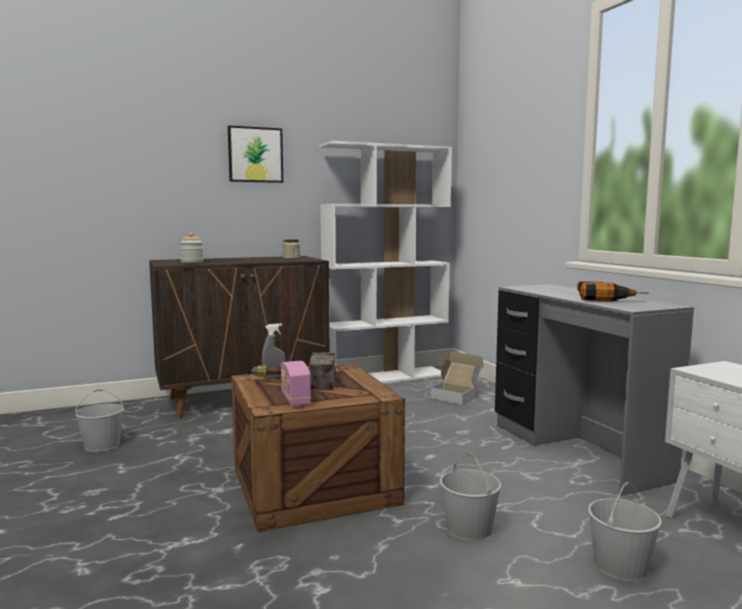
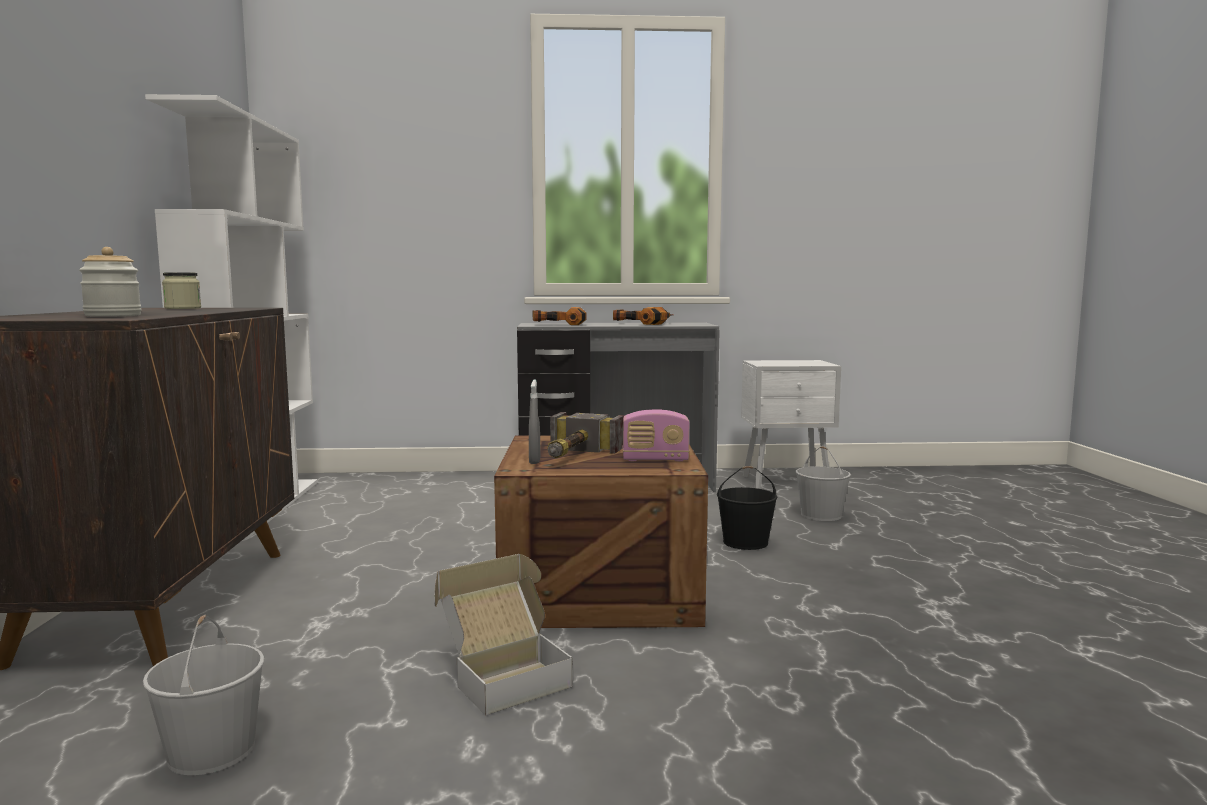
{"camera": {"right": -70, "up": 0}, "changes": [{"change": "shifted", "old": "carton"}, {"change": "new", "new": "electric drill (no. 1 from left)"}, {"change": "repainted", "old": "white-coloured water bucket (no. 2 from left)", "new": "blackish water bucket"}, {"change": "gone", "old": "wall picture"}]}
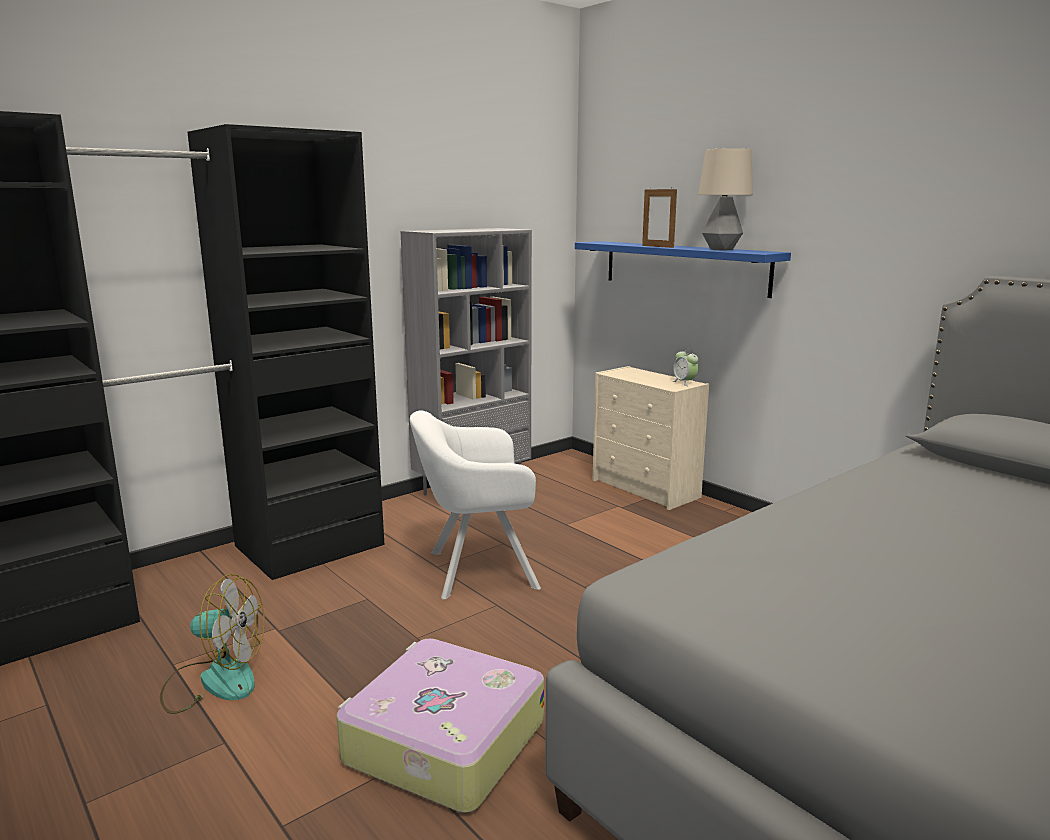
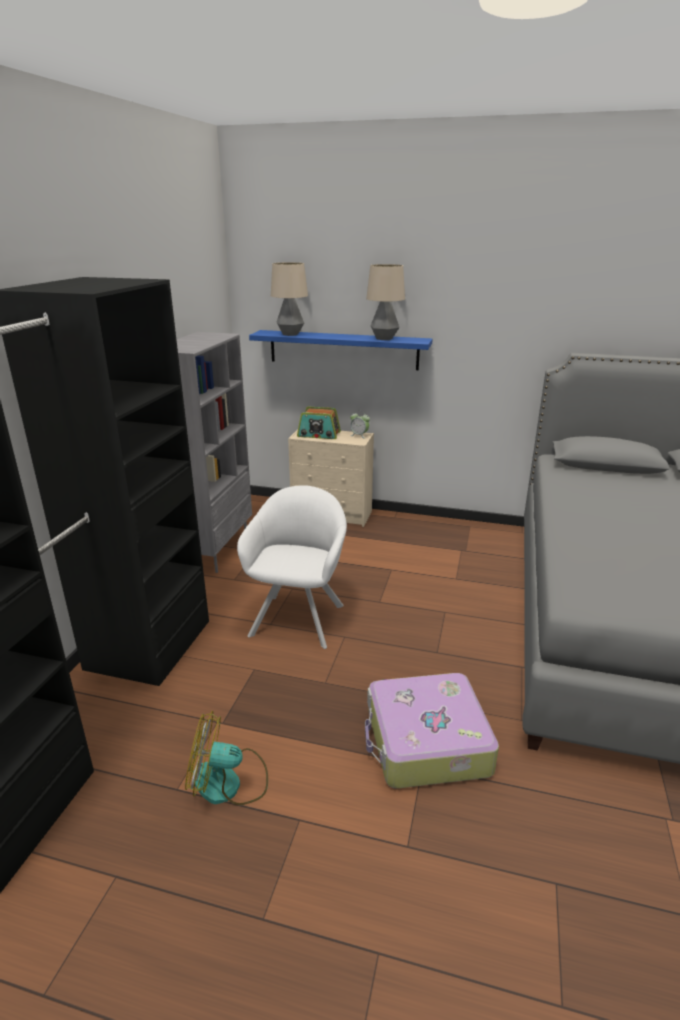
{"camera": {"right": -35, "up": 10}, "changes": [{"change": "rotated", "old": "electric fan", "degrees": -150}, {"change": "rotated", "old": "white-coloured armchair", "degrees": 150}, {"change": "new", "new": "lamp for a table (no. 1 from left)"}, {"change": "new", "new": "radio"}, {"change": "gone", "old": "photo frame"}]}
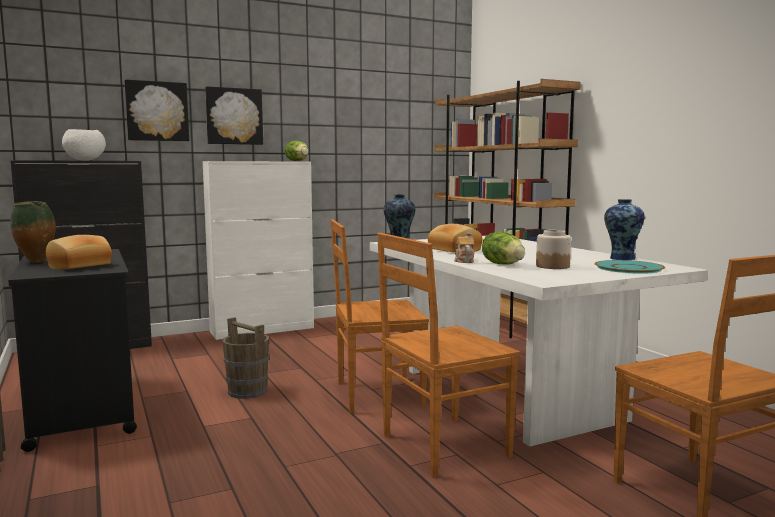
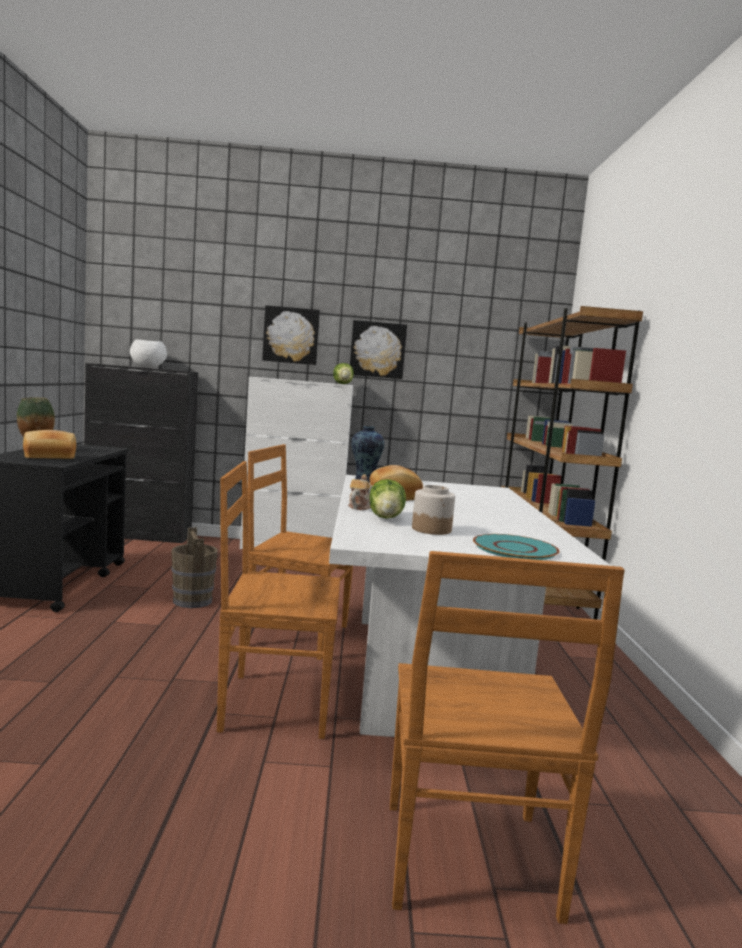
{"camera": {"right": 25, "up": 0}, "changes": [{"change": "shifted", "old": "wall picture (no. 1 from left in the first image)", "new": "wall picture (no. 2 from left)"}, {"change": "gone", "old": "decorative vase (no. 3 from left)"}]}
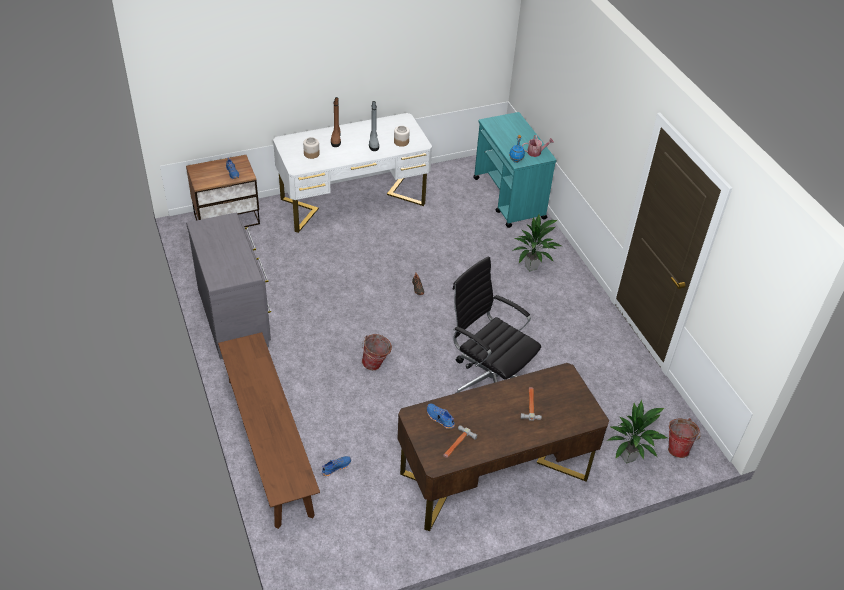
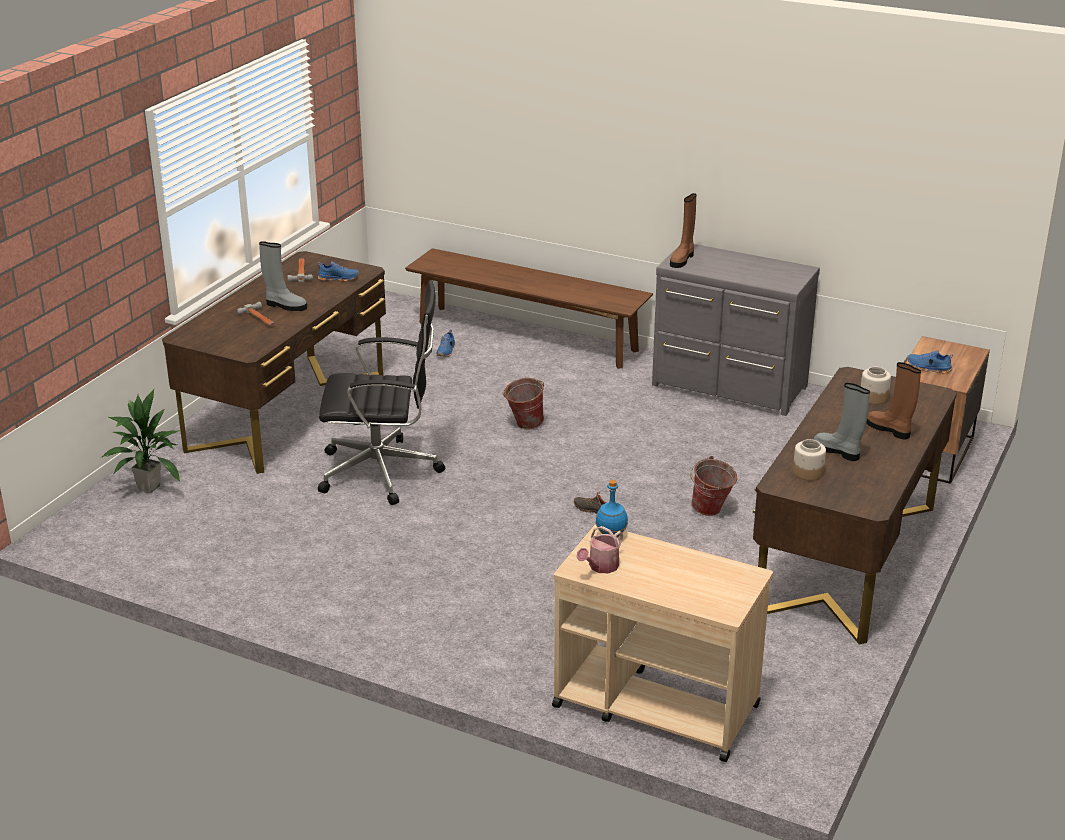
{"camera": {"right": 140, "up": -15}, "changes": [{"change": "new", "new": "grey high-top boot (no. 1 from left)"}, {"change": "repainted", "old": "turquoise-coloured cart", "new": "beige-coloured cart"}, {"change": "new", "new": "brown high-top boot (no. 1 from left)"}, {"change": "shifted", "old": "water bucket (no. 2 from left)"}, {"change": "repainted", "old": "white-coloured desk table", "new": "brown desk table (no. 2 from left)"}, {"change": "gone", "old": "potted plant (no. 1 from left)"}]}
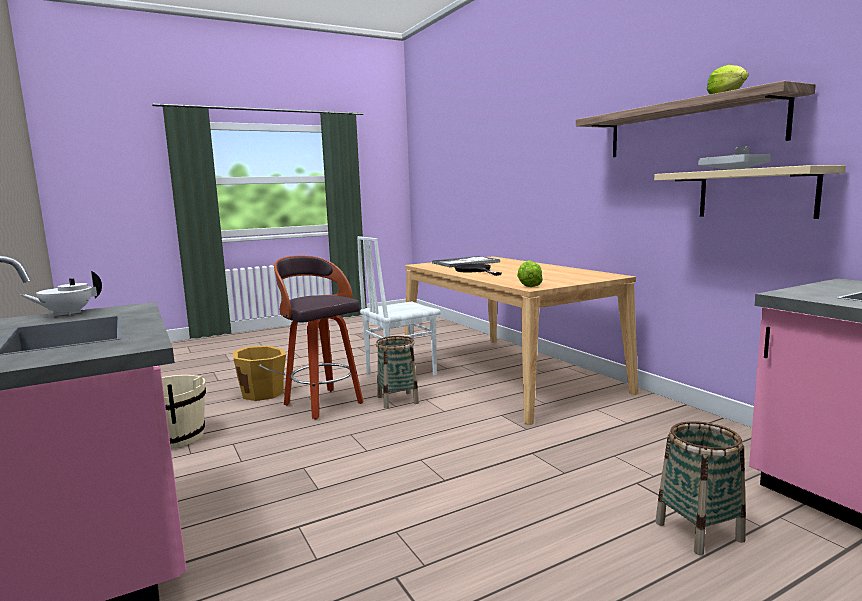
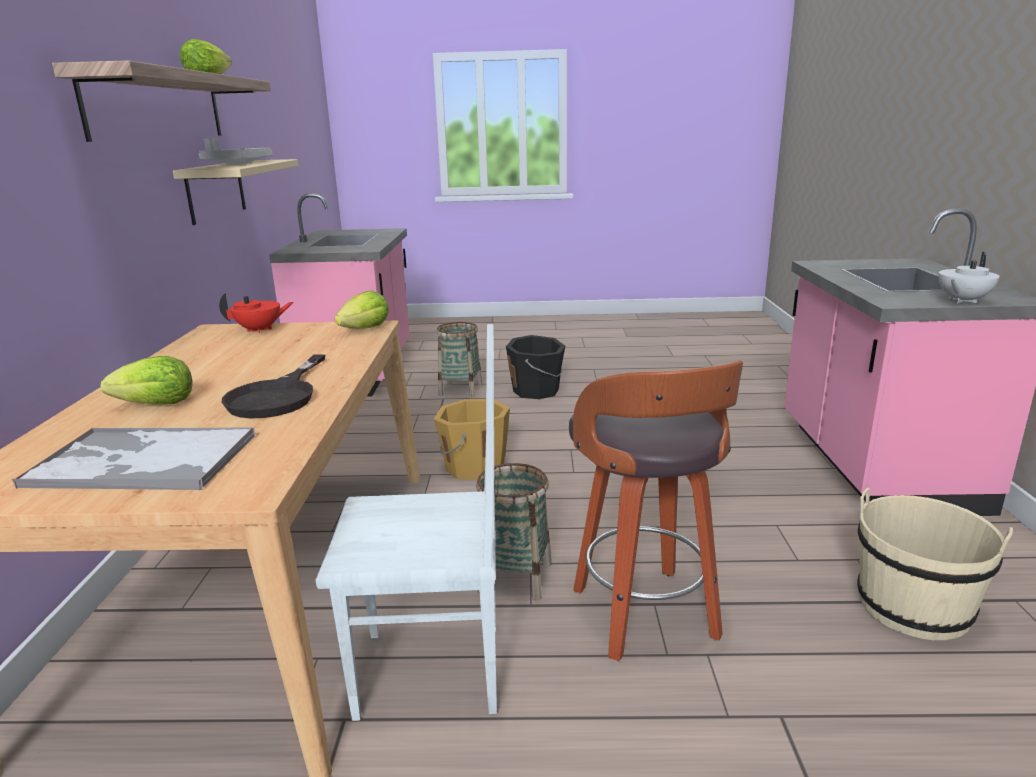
{"camera": {"right": -150, "up": 10}, "changes": [{"change": "new", "new": "head of lettuce (no. 1 from left)"}, {"change": "new", "new": "red pot for tea"}, {"change": "shifted", "old": "orangey water bucket"}, {"change": "new", "new": "blackish water bucket"}, {"change": "rotated", "old": "white-coloured pot for tea", "degrees": 150}]}
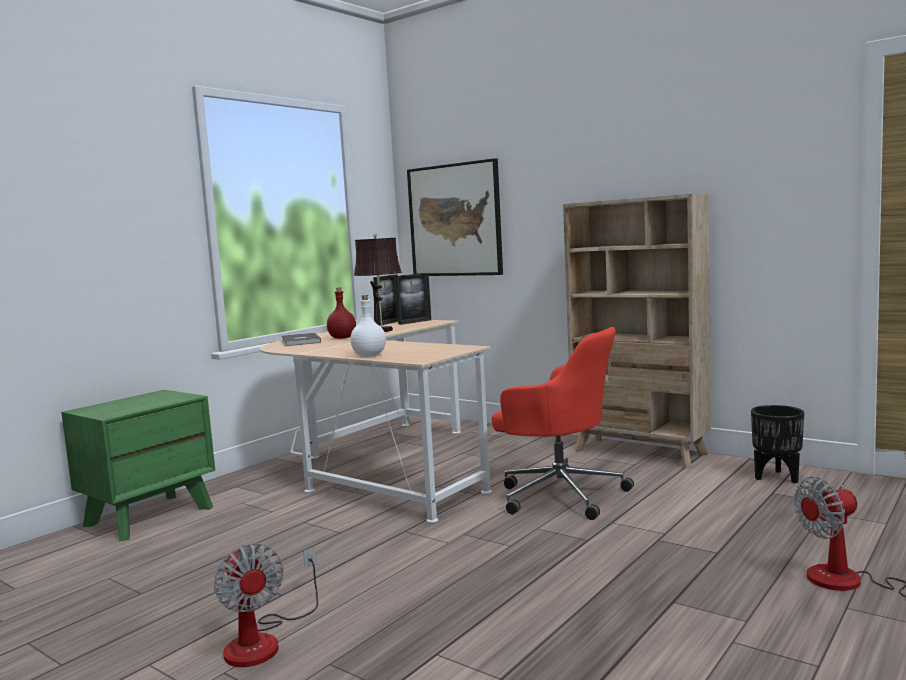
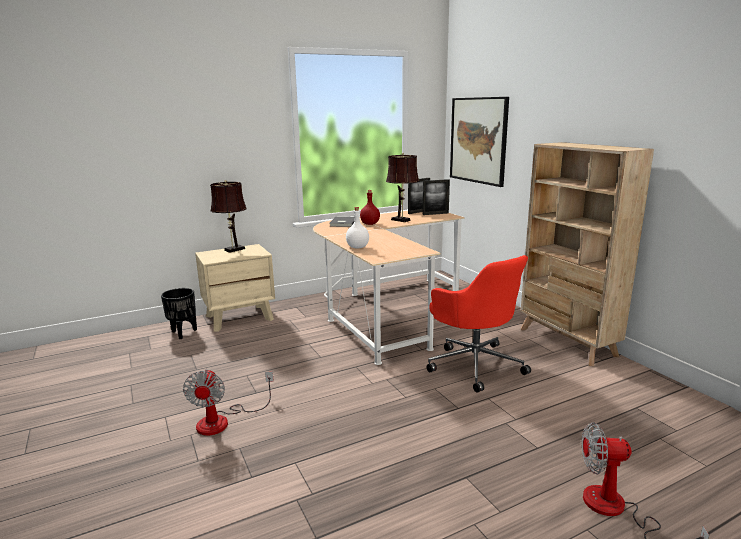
{"camera": {"right": 25, "up": 10}, "changes": [{"change": "shifted", "old": "blackish flower pot"}, {"change": "repainted", "old": "green-coloured bedside table", "new": "beige-coloured bedside table"}, {"change": "new", "new": "brown lamp for a table (no. 1 from left)"}]}
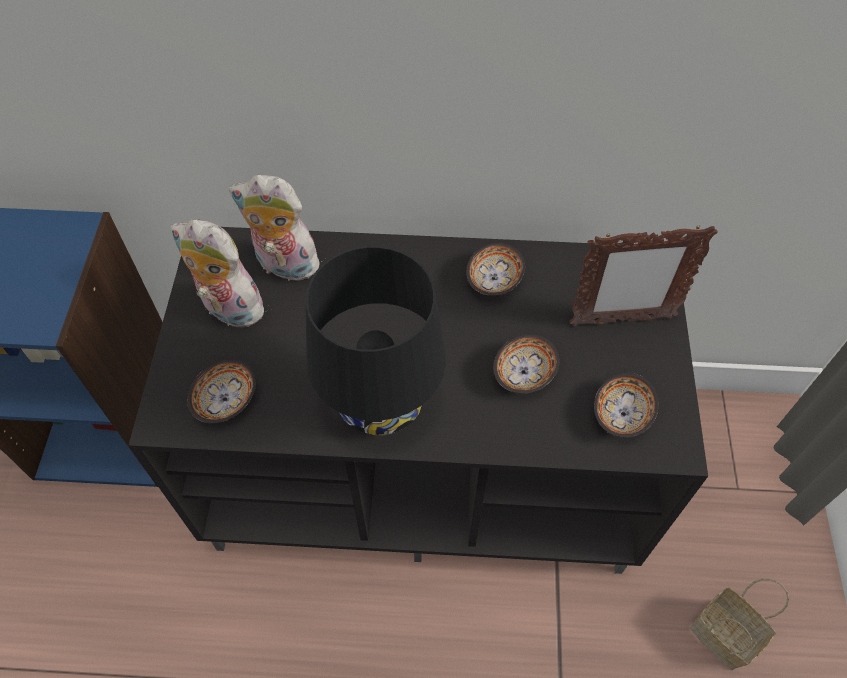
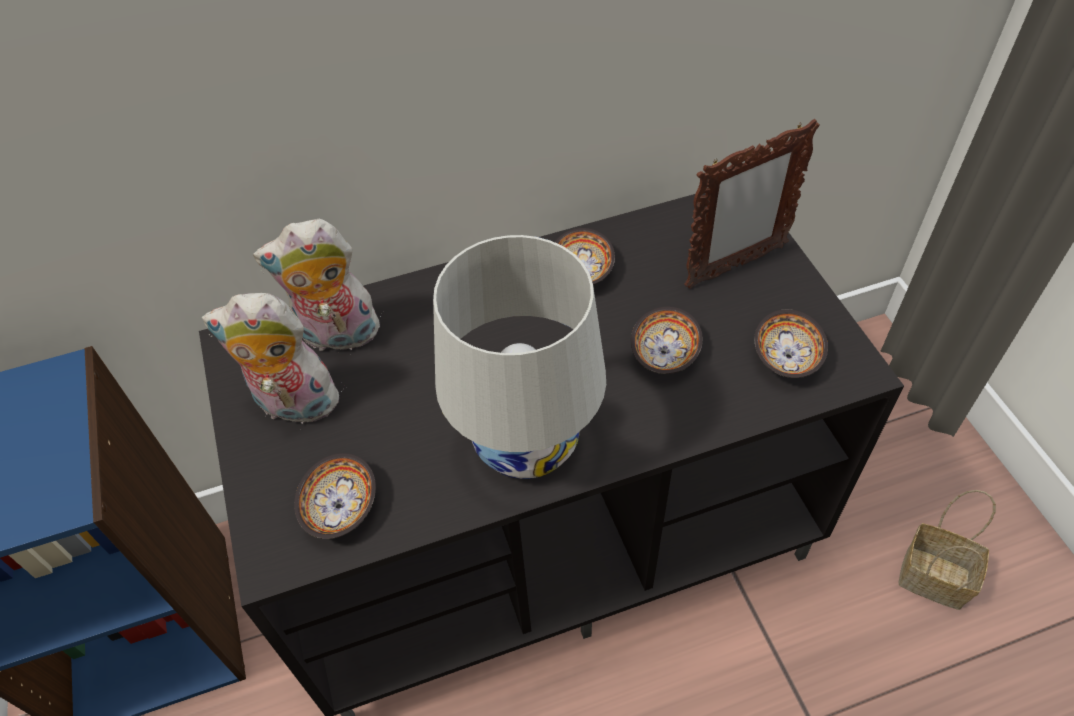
{"camera": {"right": -20, "up": -5}, "changes": [{"change": "repainted", "old": "blackish lamp for a table", "new": "white-coloured lamp for a table"}]}
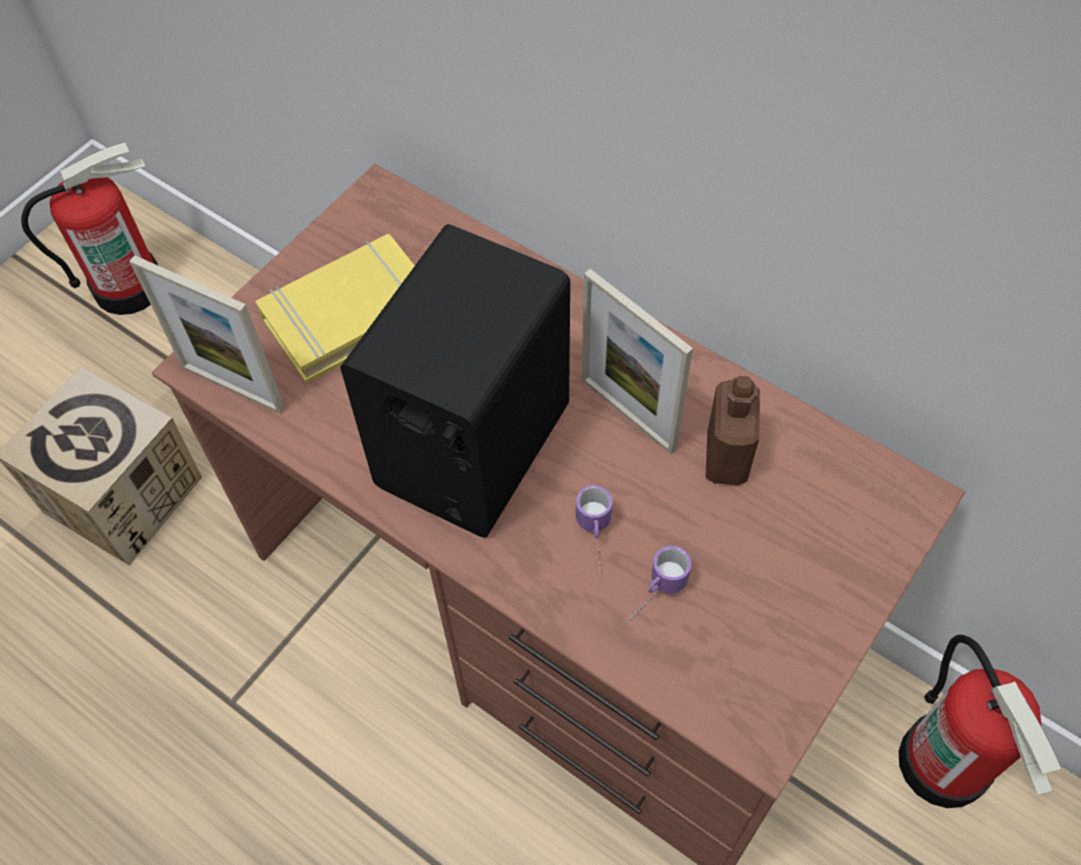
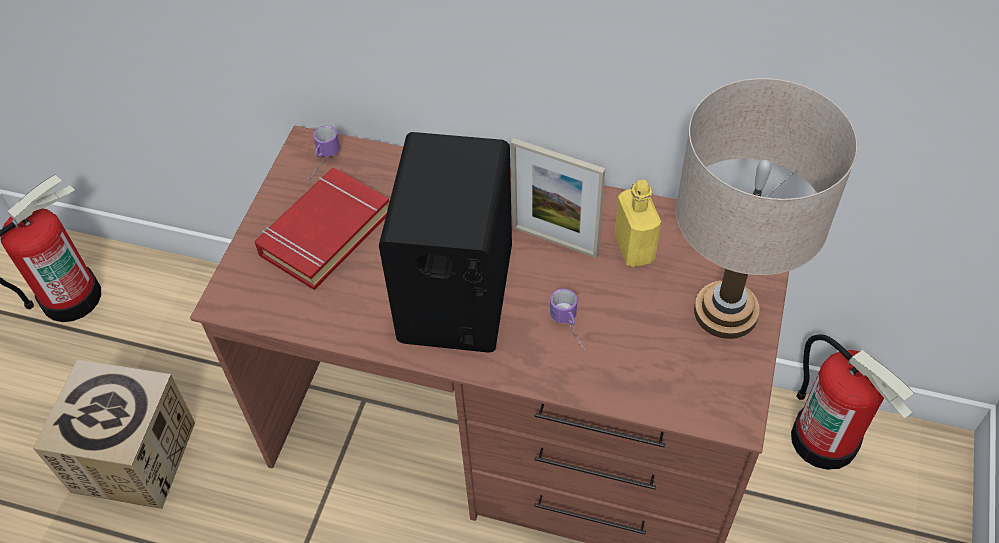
{"camera": {"right": -20, "up": -5}, "changes": [{"change": "repainted", "old": "yellow volume", "new": "red volume"}, {"change": "shifted", "old": "tea mug (no. 2 from left in the first image)", "new": "tea mug (no. 1 from left)"}, {"change": "repainted", "old": "brown bottle", "new": "yellow bottle"}, {"change": "new", "new": "beige-coloured lamp for a table"}, {"change": "gone", "old": "photo frame (no. 1 from left)"}]}
